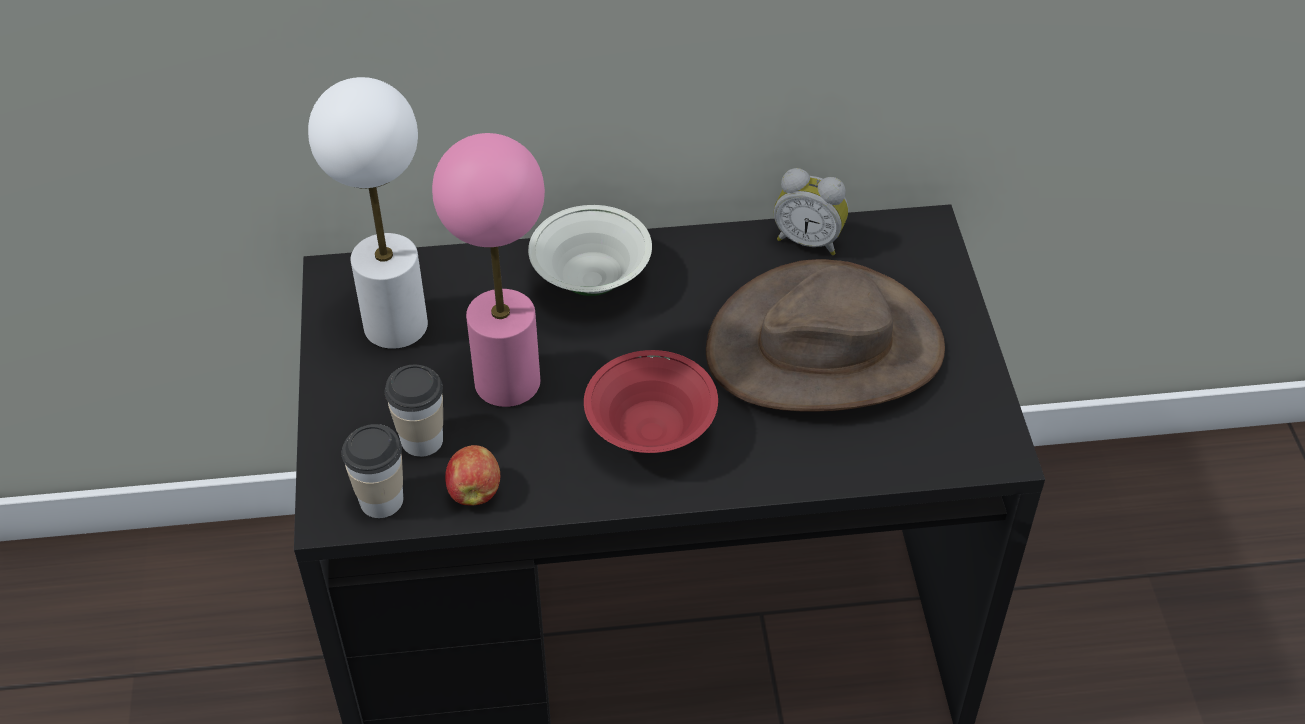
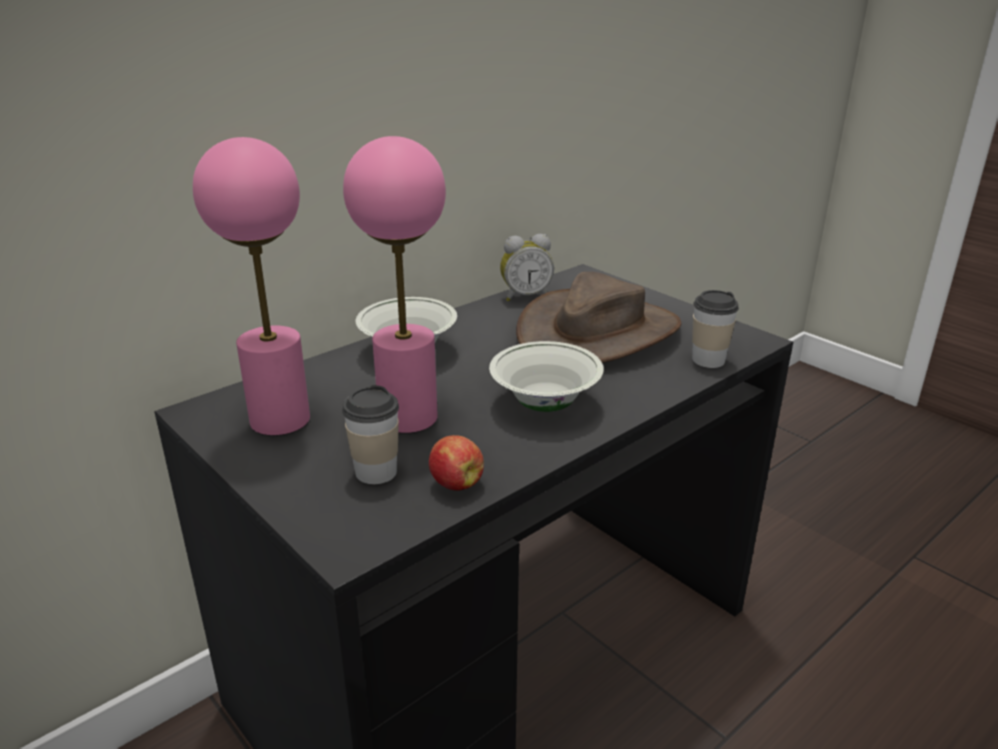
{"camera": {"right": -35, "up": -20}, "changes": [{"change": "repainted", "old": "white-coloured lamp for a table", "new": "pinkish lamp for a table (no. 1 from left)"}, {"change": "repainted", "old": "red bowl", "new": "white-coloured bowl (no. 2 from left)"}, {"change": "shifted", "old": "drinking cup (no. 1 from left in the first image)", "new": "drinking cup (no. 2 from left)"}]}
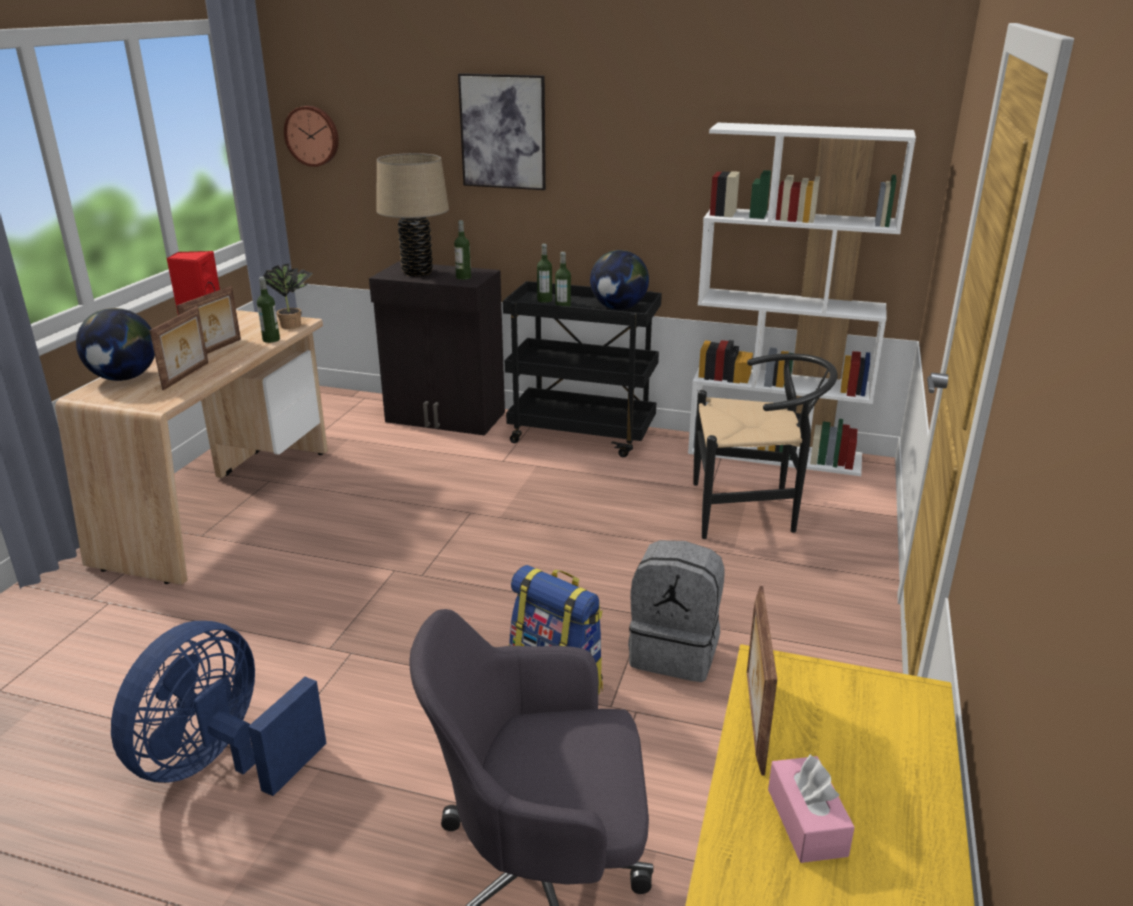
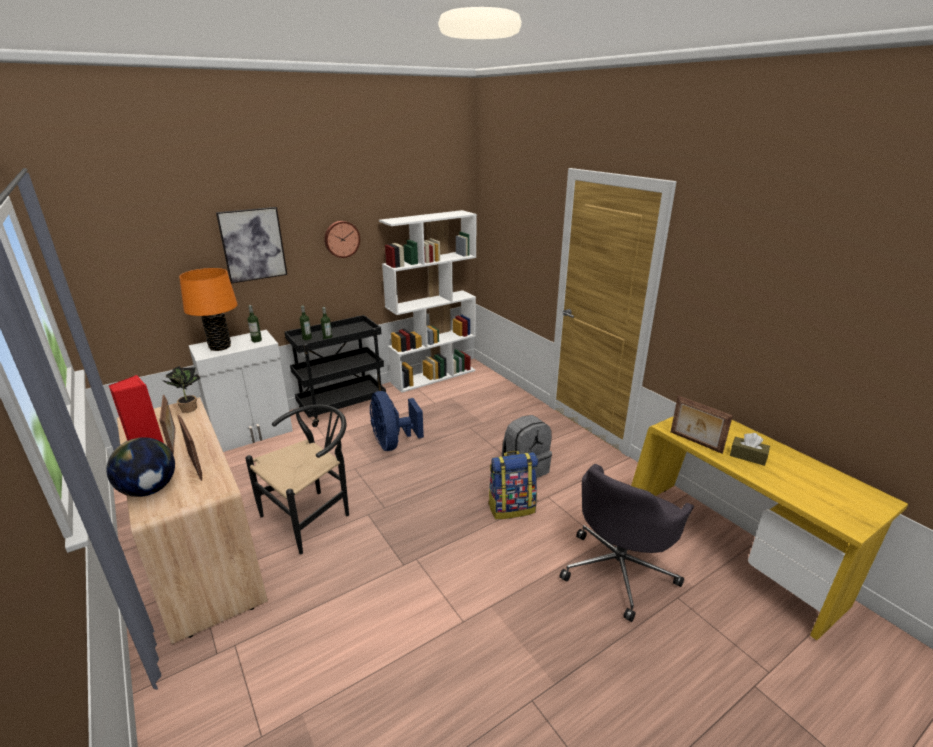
{"camera": {"right": -50, "up": 0}, "changes": [{"change": "repainted", "old": "beige-coloured lamp for a table", "new": "orangey lamp for a table"}, {"change": "repainted", "old": "blackish cabinet", "new": "white-coloured cabinet"}, {"change": "shifted", "old": "blackish chair"}, {"change": "shifted", "old": "hanging clock"}, {"change": "shifted", "old": "blue-coloured electric fan"}, {"change": "repainted", "old": "pinkish tissue holder", "new": "brown tissue holder"}, {"change": "gone", "old": "bottle (no. 1 from left)"}, {"change": "gone", "old": "desk globe (no. 2 from left)"}]}
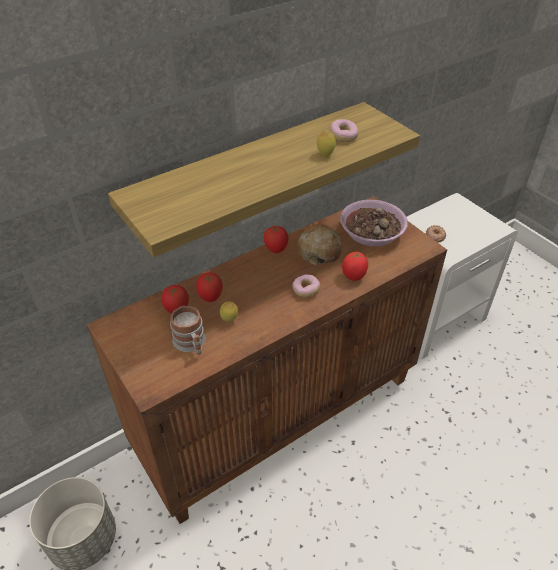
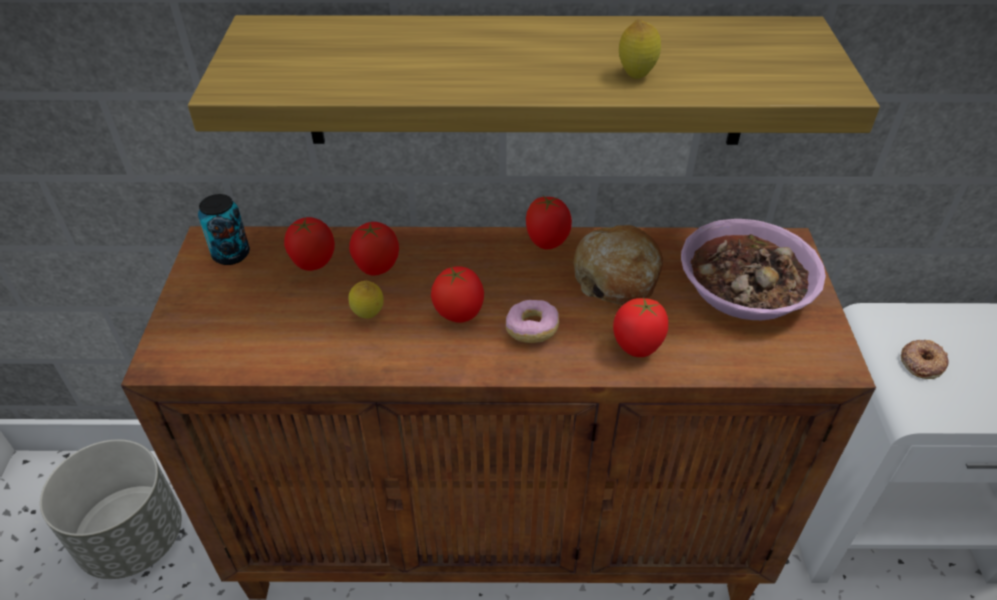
{"camera": {"right": 35, "up": 0}, "changes": [{"change": "new", "new": "sealed can"}, {"change": "new", "new": "tomato (no. 3 from left)"}, {"change": "gone", "old": "tea mug"}, {"change": "gone", "old": "doughnut (no. 2 from left)"}]}
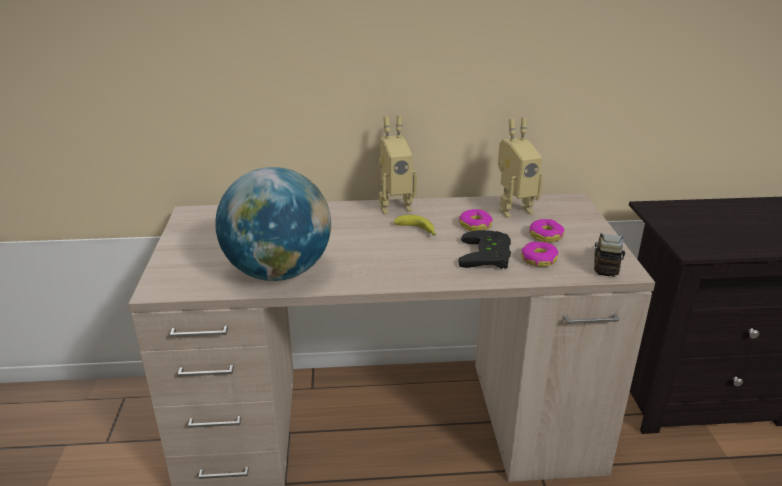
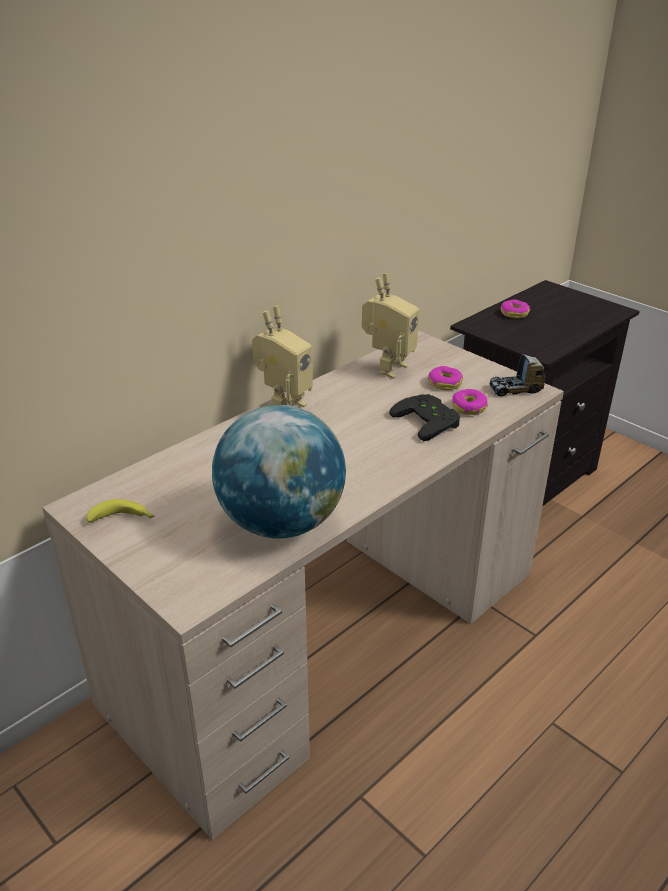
{"camera": {"right": -40, "up": 5}, "changes": [{"change": "shifted", "old": "whole banana"}, {"change": "rotated", "old": "toy truck", "degrees": -75}, {"change": "shifted", "old": "doughnut (no. 1 from left in the first image)", "new": "doughnut (no. 3 from left)"}]}
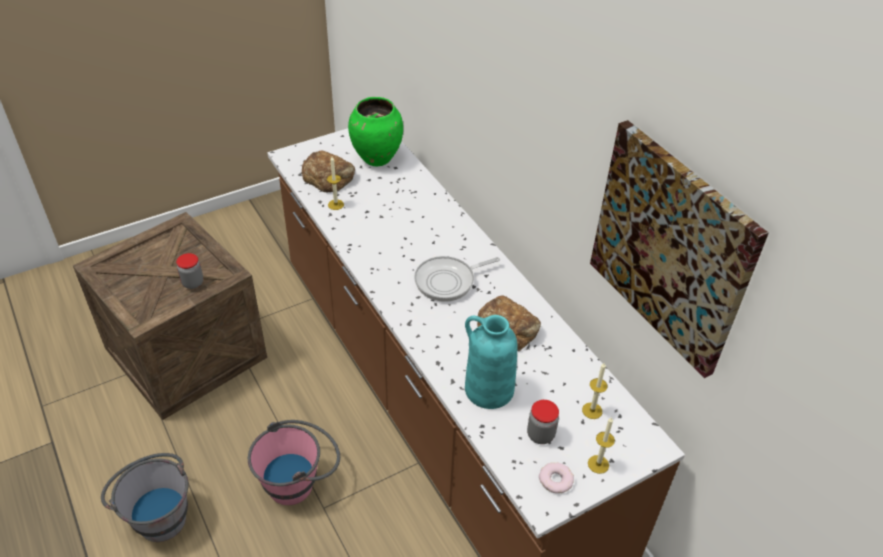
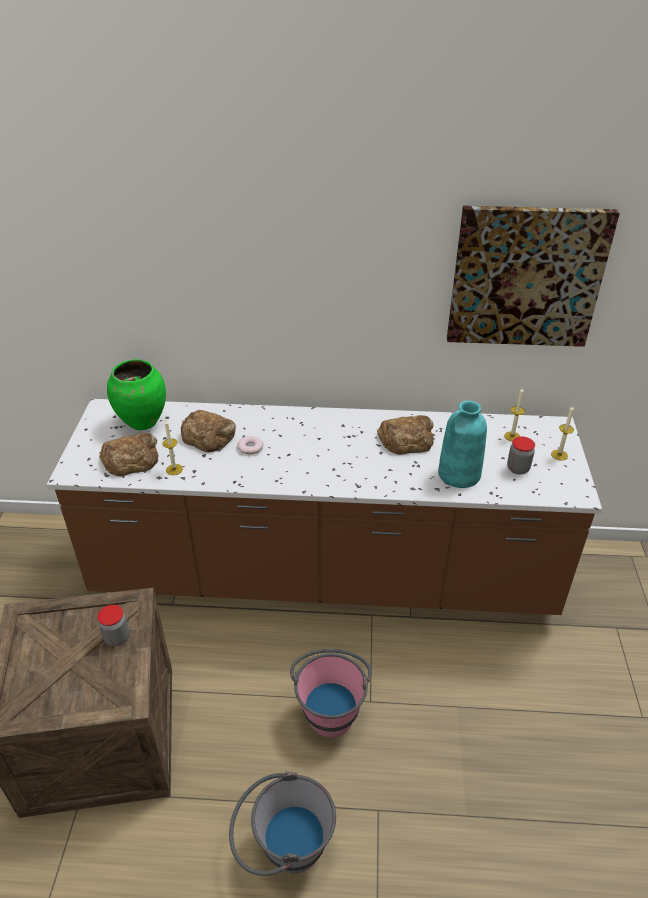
{"camera": {"right": -55, "up": -5}, "changes": [{"change": "new", "new": "baked bread (no. 2 from left)"}, {"change": "shifted", "old": "doughnut"}, {"change": "gone", "old": "skillet"}]}
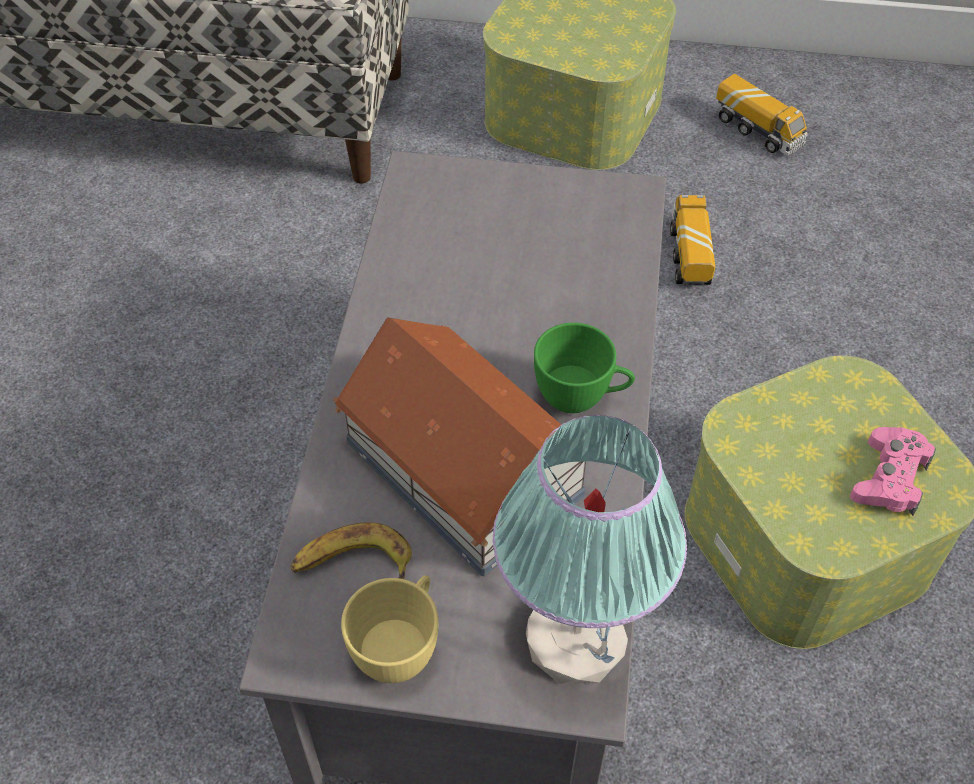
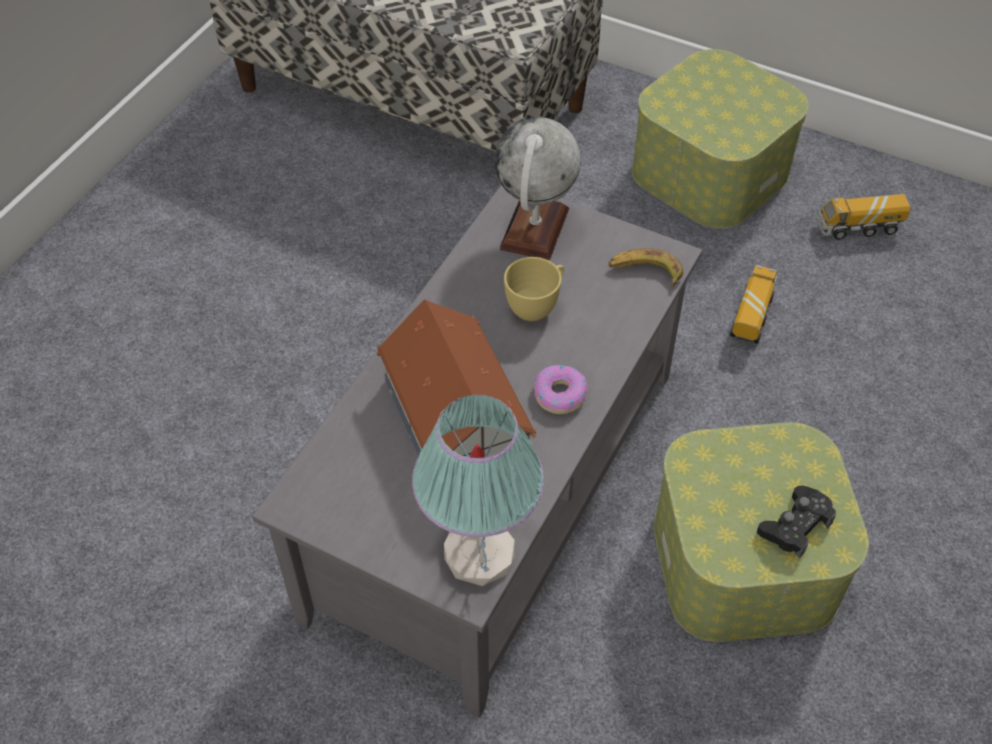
{"camera": {"right": 20, "up": 0}, "changes": [{"change": "new", "new": "desk globe"}, {"change": "shifted", "old": "yellow drinking cup"}, {"change": "swapped", "old": "green-coloured drinking cup", "new": "doughnut"}, {"change": "shifted", "old": "whole banana"}, {"change": "repainted", "old": "pinkish gamepad", "new": "blackish gamepad"}, {"change": "rotated", "old": "toy truck (no. 2 from left)", "degrees": 105}]}
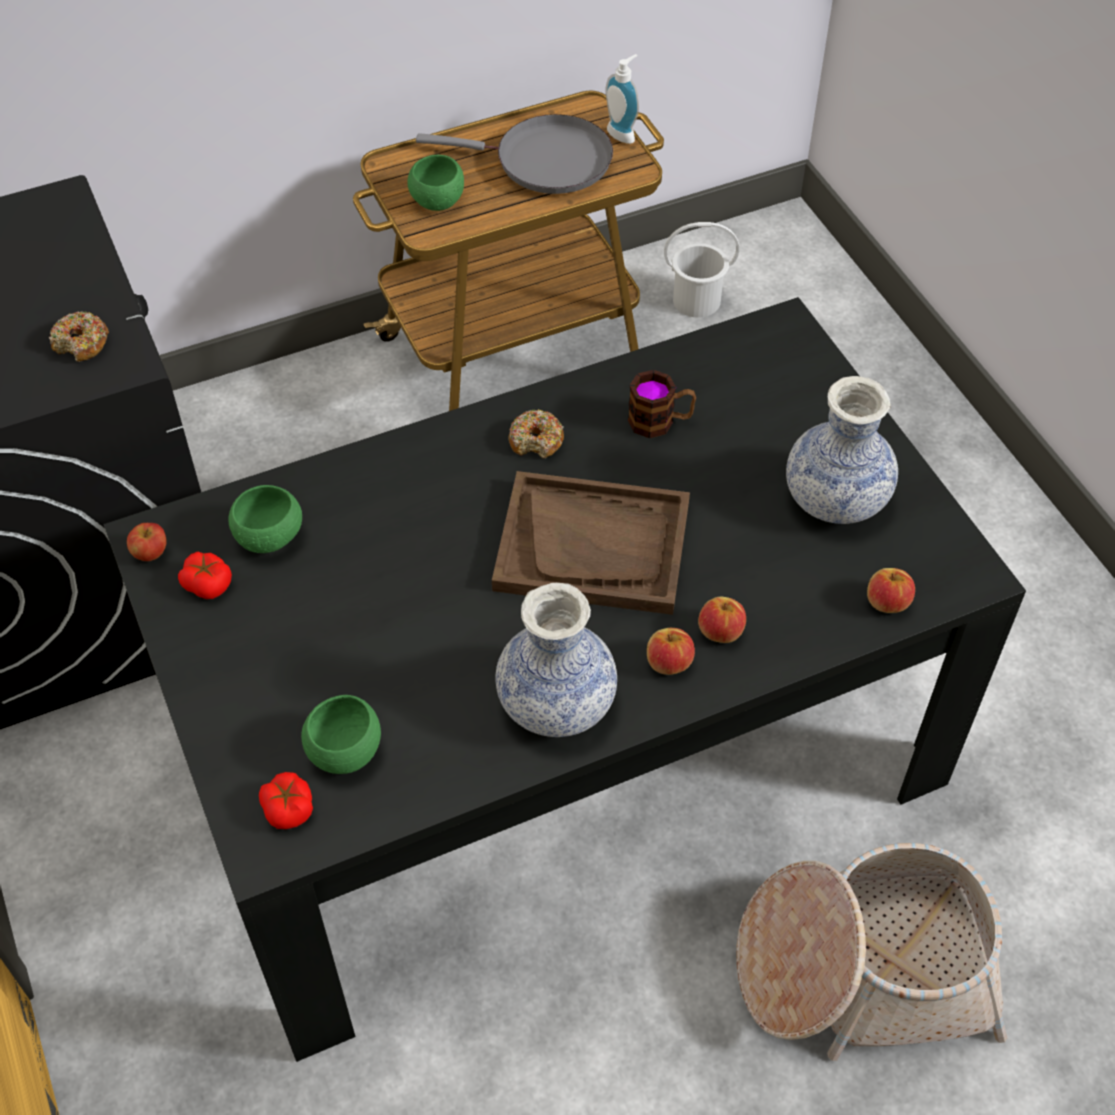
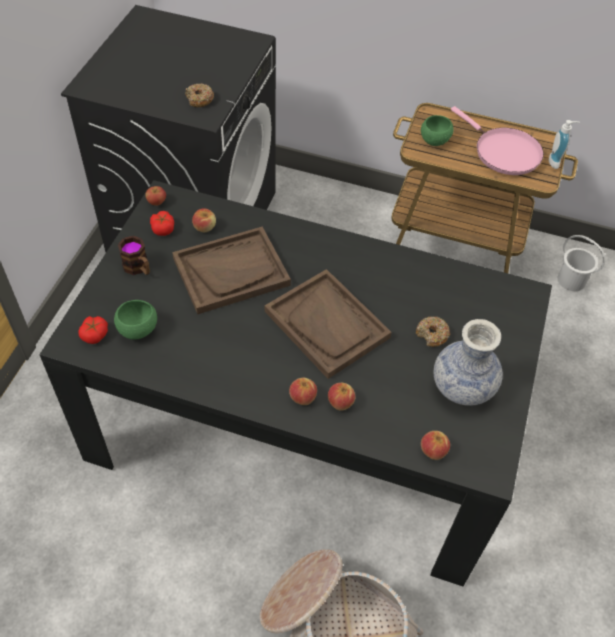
{"camera": {"right": 40, "up": 0}, "changes": [{"change": "shifted", "old": "tea mug"}, {"change": "new", "new": "brown tray (no. 1 from left)"}, {"change": "swapped", "old": "green-coloured bowl (no. 1 from left)", "new": "apple fruit (no. 2 from left)"}, {"change": "shifted", "old": "doughnut (no. 2 from left)"}, {"change": "repainted", "old": "grey skillet", "new": "pinkish skillet"}, {"change": "gone", "old": "decorative vase (no. 1 from left)"}]}
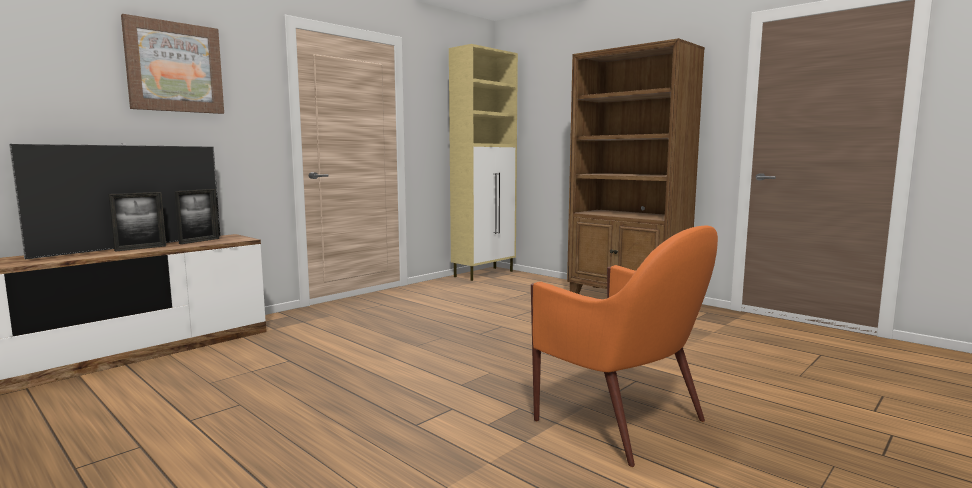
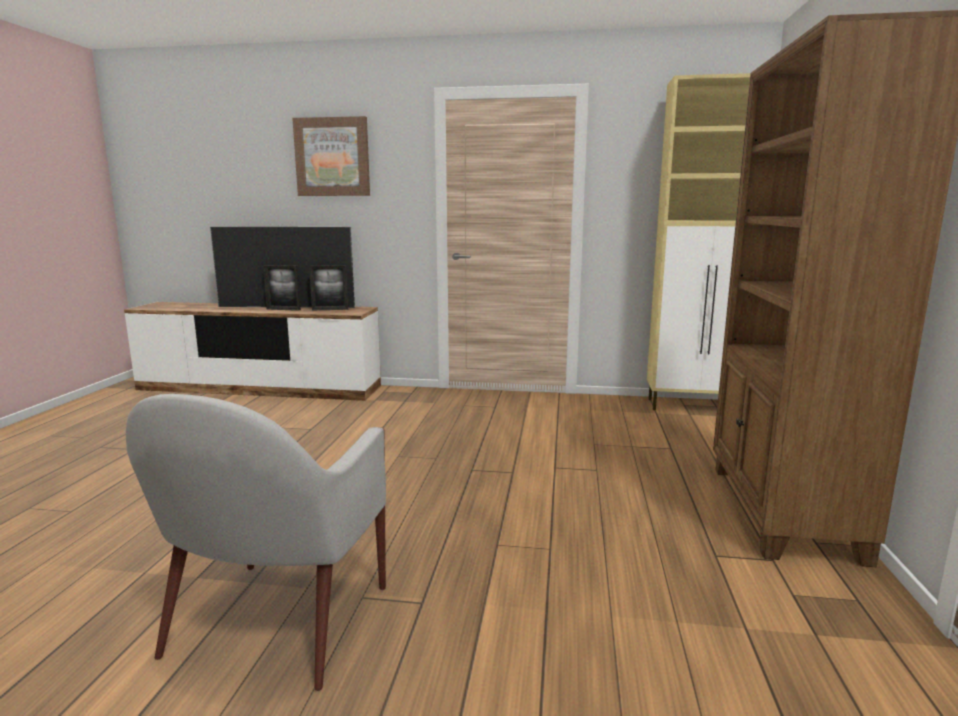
{"camera": {"right": 55, "up": 5}, "changes": [{"change": "repainted", "old": "orangey armchair", "new": "white-coloured armchair"}]}
